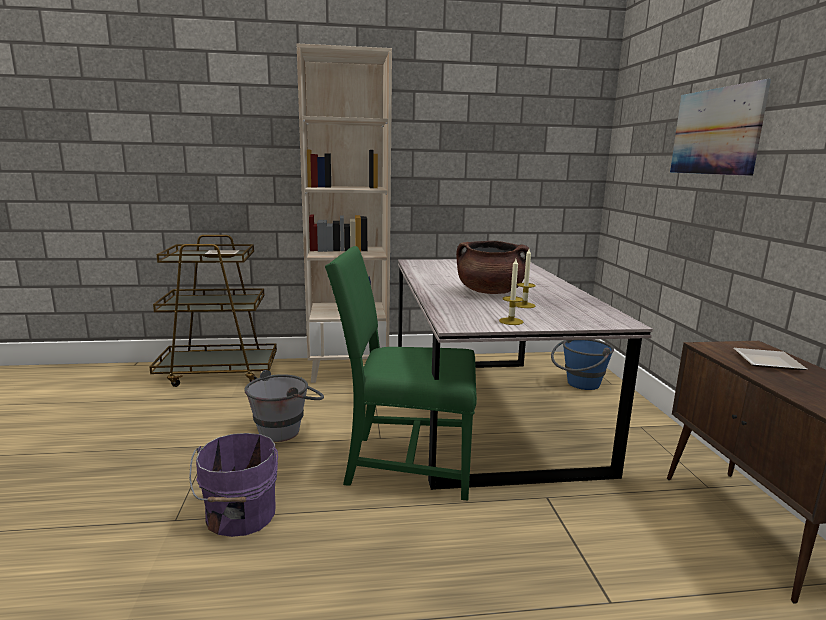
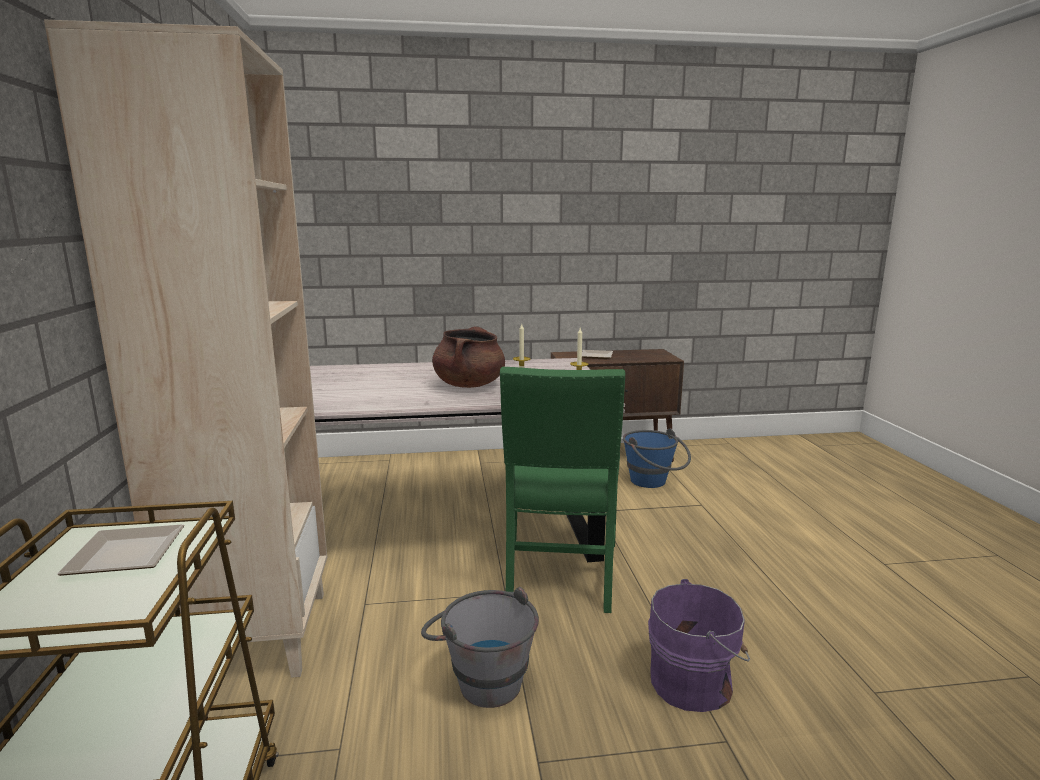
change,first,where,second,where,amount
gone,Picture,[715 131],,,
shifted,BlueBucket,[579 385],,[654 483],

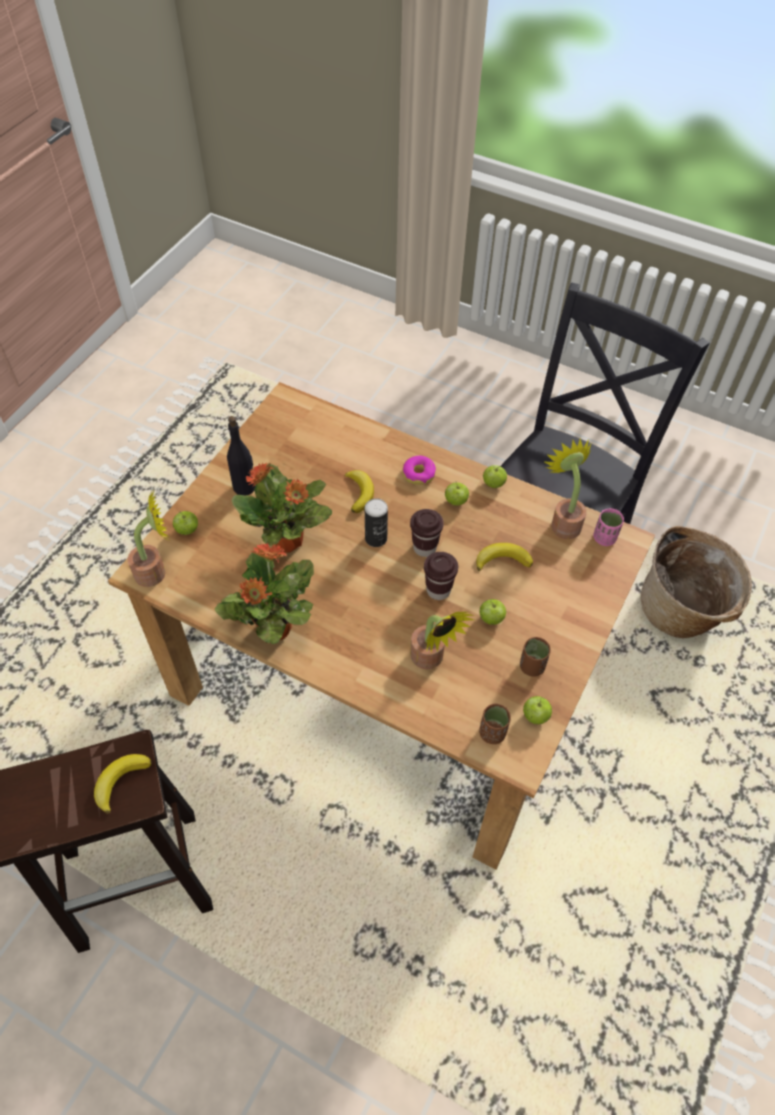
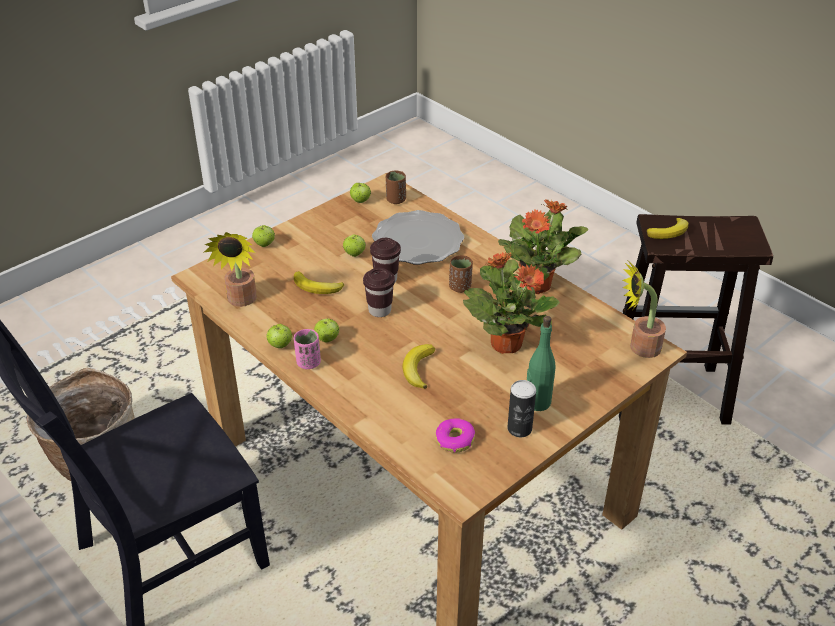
change,first,where,second,where,amount
shifted,Apple,[187 530],,[264 244],
shifted,Can,[376 538],,[519 429],
shifted,Donut,[419 474],,[454 440],
shifted,BrownCup,[531 666],,[460 287],
shifted,PinkCup,[604 538],,[308 363],
swapped,PottedPlant,[431 660],Plate,[417 242],
repainted,BlackBottle,[245 487],GreenBottle,[537 402],

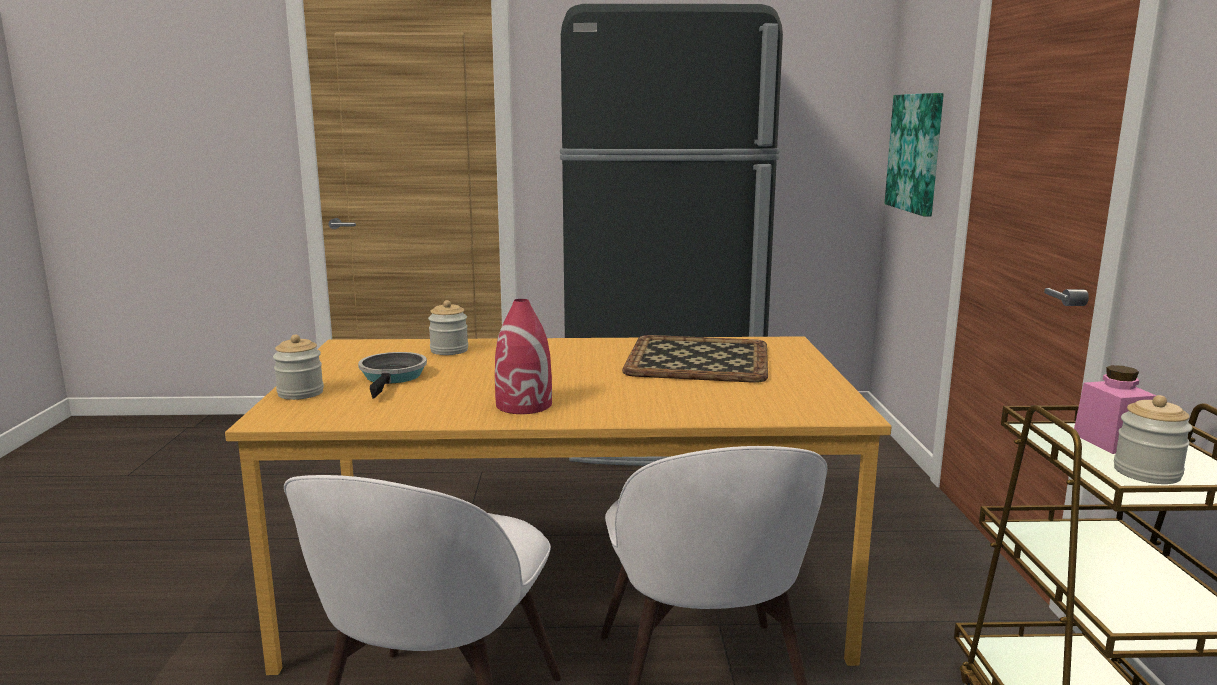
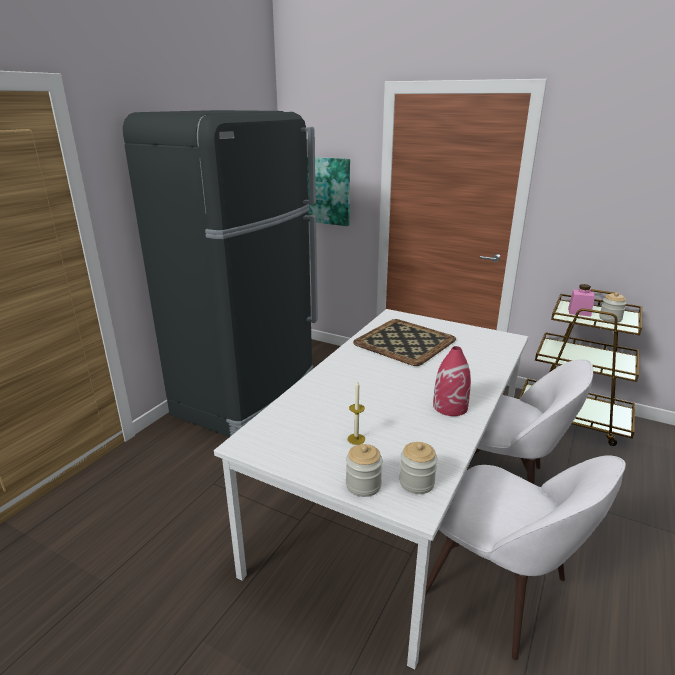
change,first,where,second,where,amount
shifted,Jar,[449 350],,[416 482],
swapped,FryingPan,[393 377],Candle,[356 439],
repainted,OrangeDiningTable,[569 586],WhiteDiningTable,[393 495],

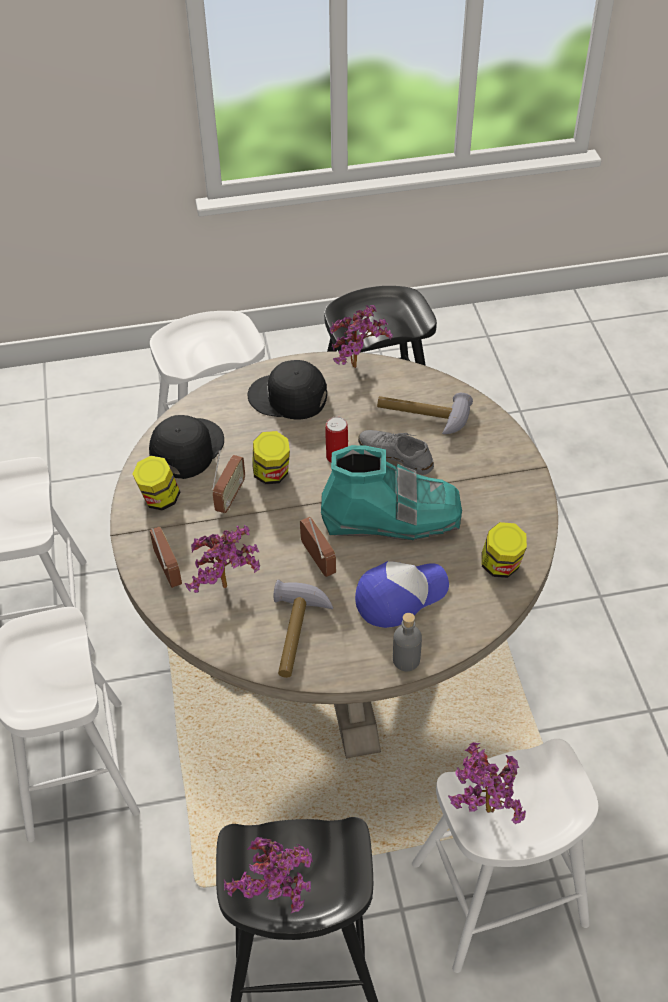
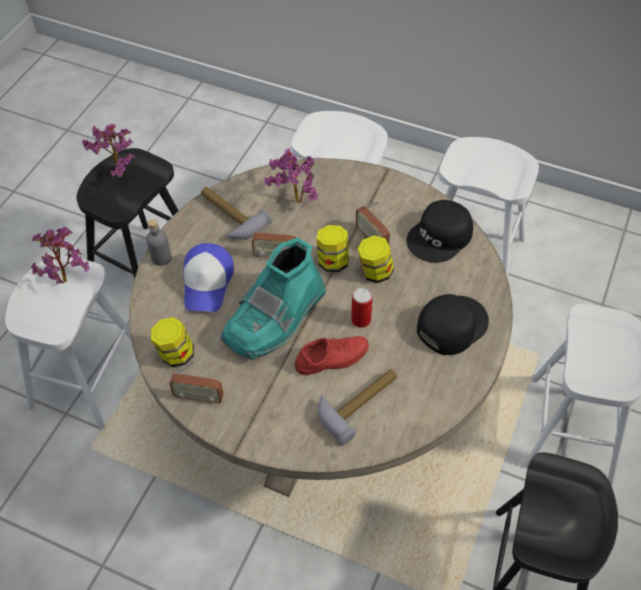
change,first,where,second,where,amount
gone,PottedPlant,[358 368],,,
shifted,Jar,[159 499],,[332 261],
shifted,Radio,[167 570],,[199 397],
repainted,GreyShoe,[396 455],RedShoe,[332 358],
rotated,BlackCap,[186 449],,[440 237],75 degrees clockwise

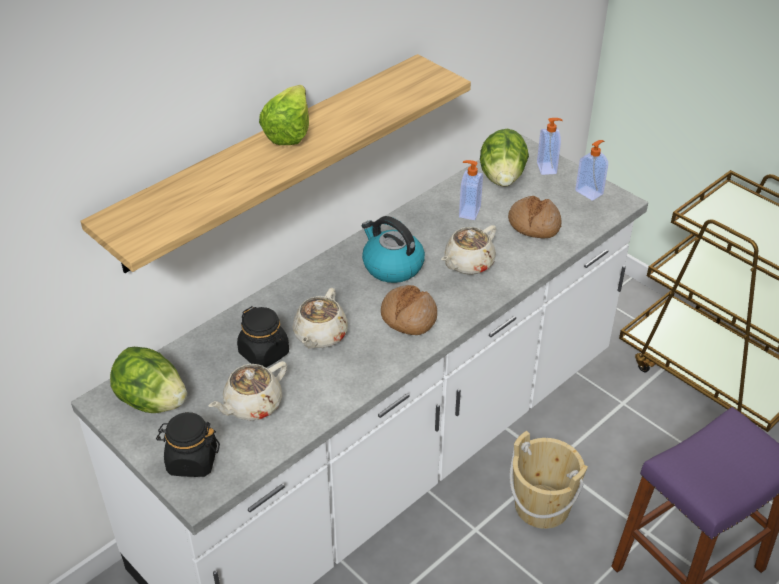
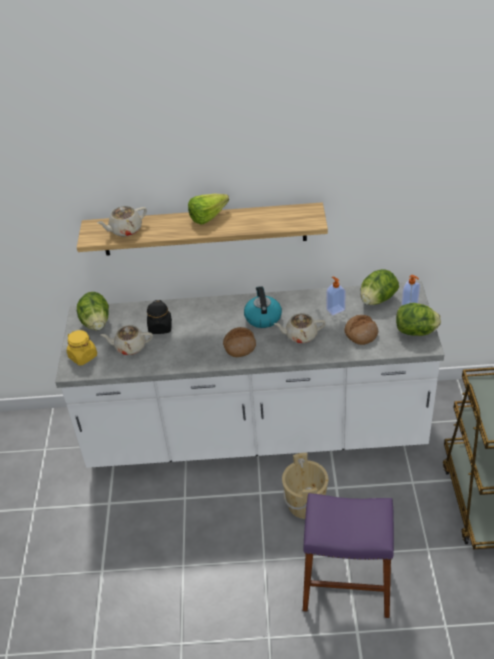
change,first,where,second,where,amount
shifted,BeigeTeapot,[320 335],,[125 230],
swapped,SoapDispenser,[589 192],Lettuce,[416 332],
repainted,BlackJar,[192 461],YellowJar,[83 356],

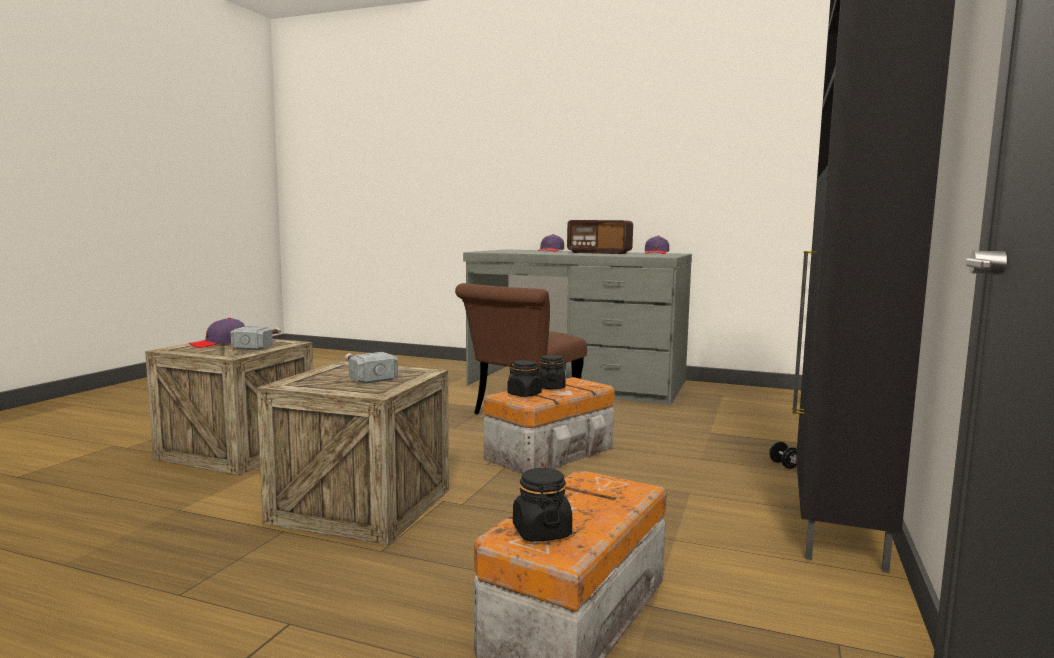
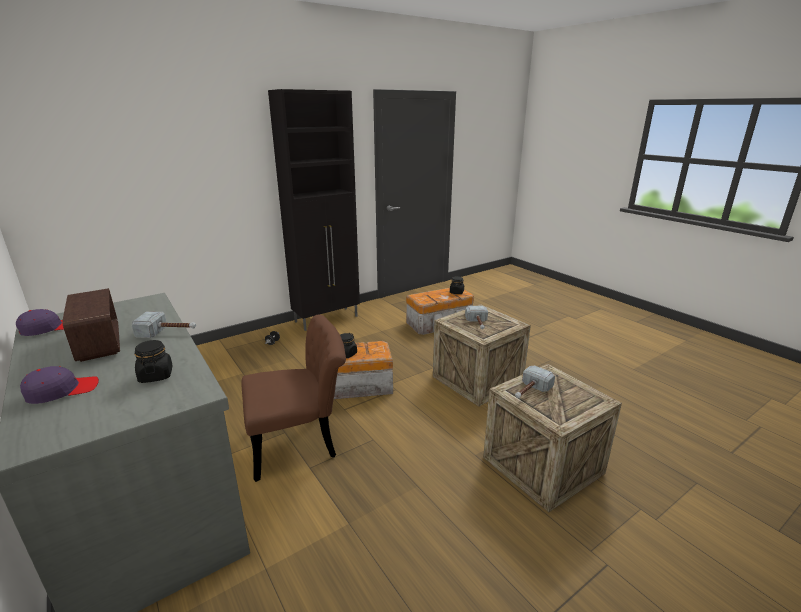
change,first,where,second,where,amount
gone,PurpleCap,[219 343],,,
new,,,Hammer,[168 332],
shifted,BlackJar,[524 394],,[156 375],

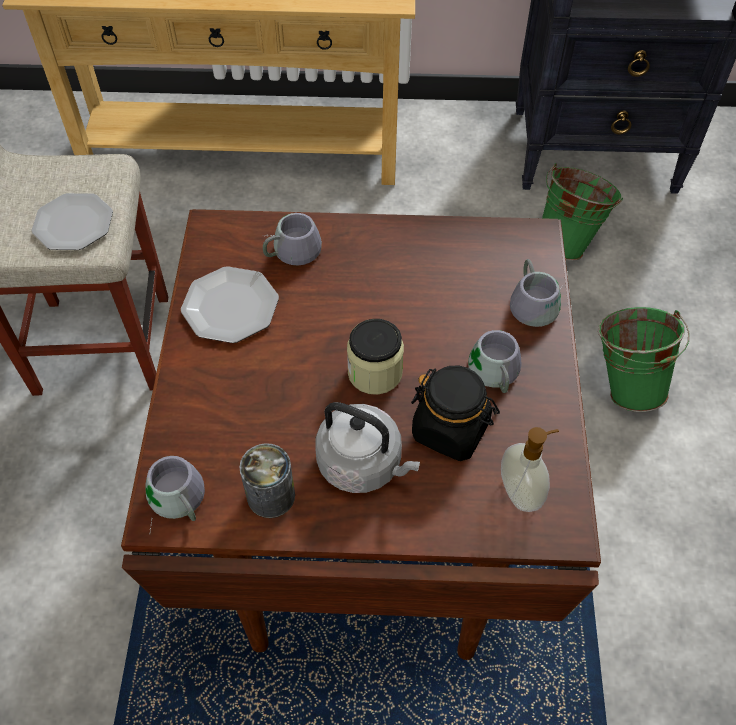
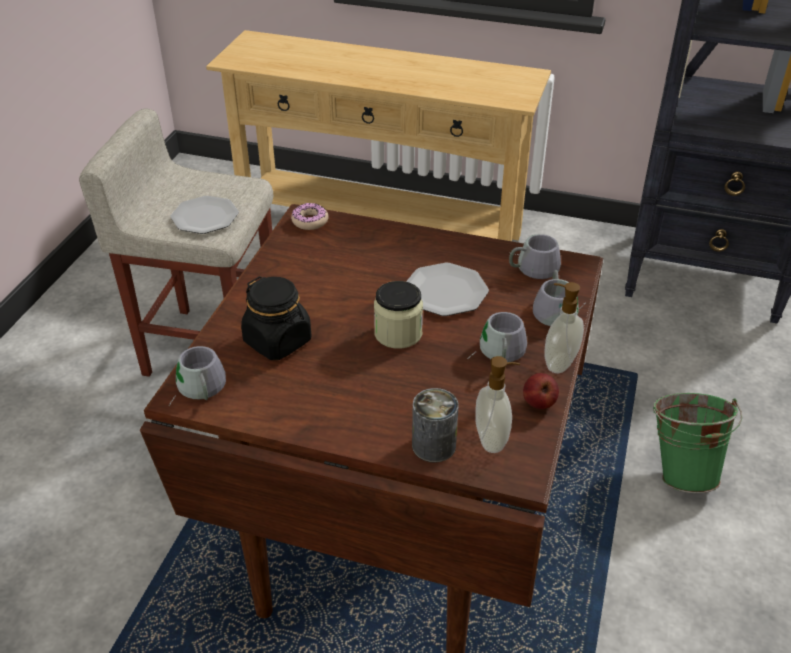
change,first,where,second,where,amount
gone,GreyKettle,[363 464],,,
gone,GreenBucket,[568 242],,,
new,,,Donut,[310 221],
new,,,Apple,[538 403],
new,,,SoapDispenser,[558 363],
shifted,Plate,[231 306],,[446 292],
shifted,Can,[271 496],,[434 445],
shifted,GreyMug,[289 248],,[530 266],
shifted,BlackJar,[451 429],,[278 341],

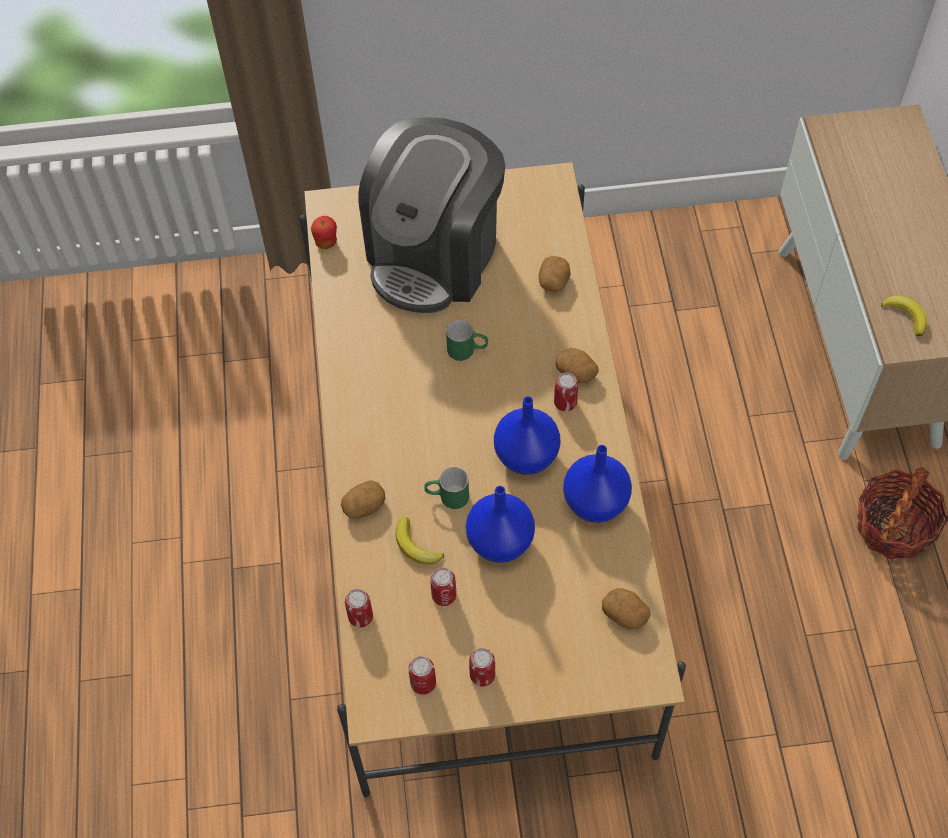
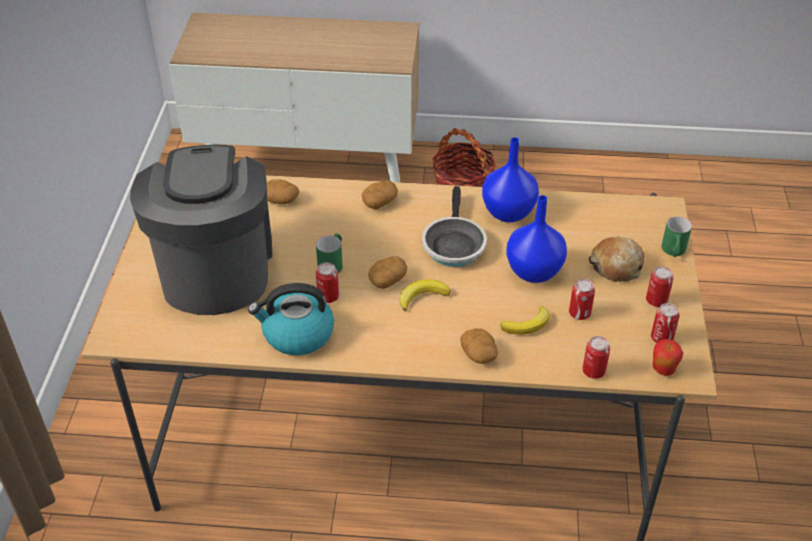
change,first,where,second,where,amount
new,,,Kettle,[297 334],
new,,,Bread,[616 266],
shifted,Apple,[326 243],,[663 369],
shifted,GreenMug,[447 496],,[673 252],
shifted,Can,[565 403],,[328 296],
shifted,Potato,[625 614],,[387 280],
shifted,Banana,[906 316],,[422 296],
swapped,BlueVase,[525 455],FryingPan,[453 244],
rotated,CoffeeMachine,[435 254],,[215 268],135 degrees counterclockwise

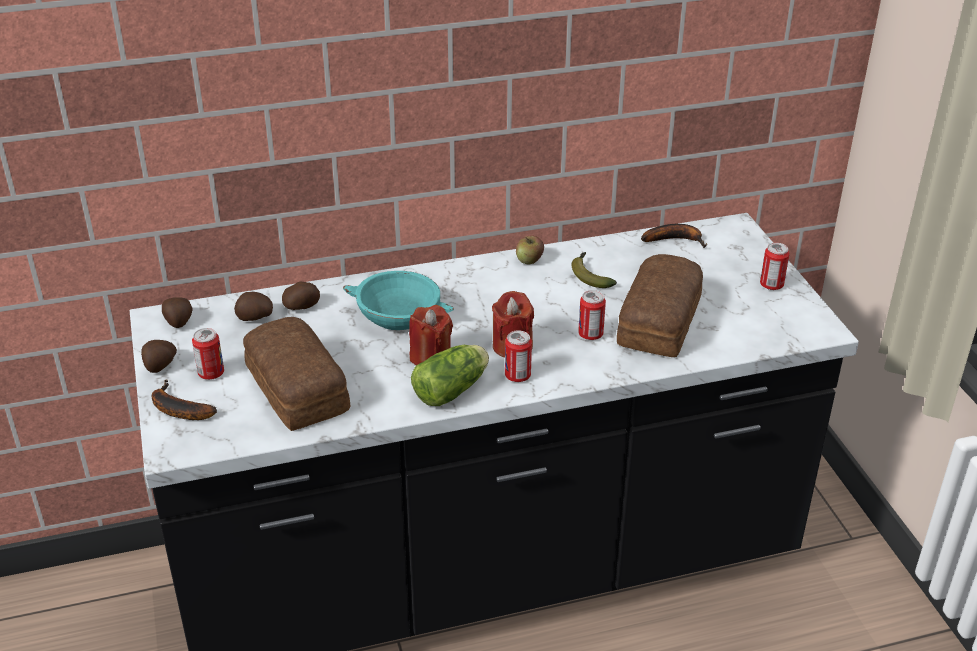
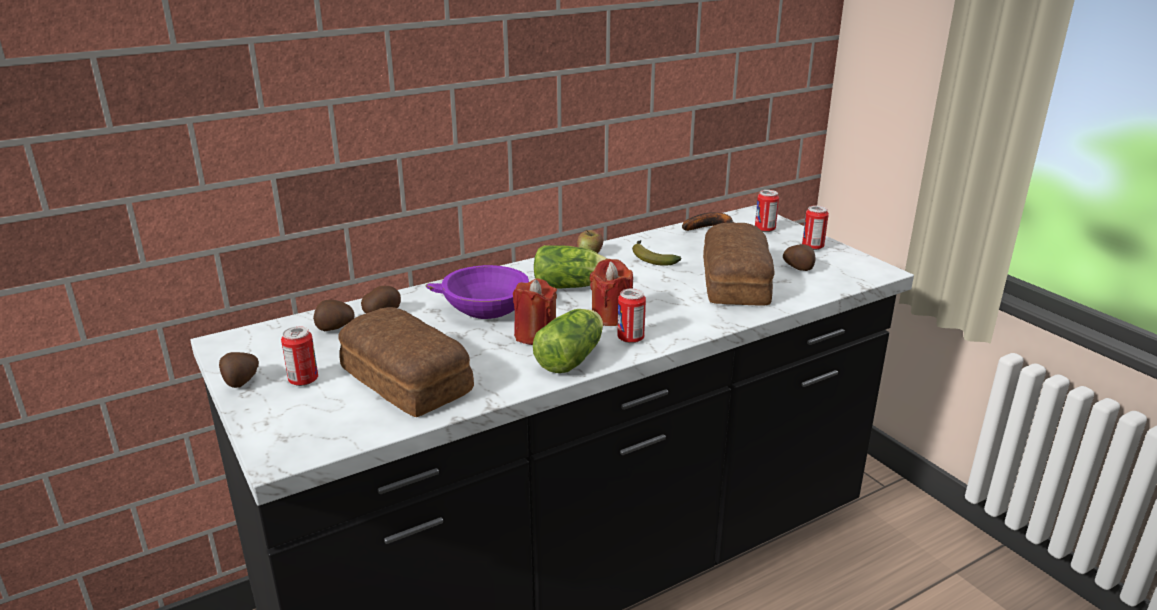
change,first,where,second,where,amount
gone,Banana,[177 409],,,
new,,,Lettuce,[572 286],
shifted,Potato,[178 322],,[799 268],
shifted,Can,[590 334],,[765 229],
repainted,TurquoiseBowl,[400 316],PurpleBowl,[487 308],

